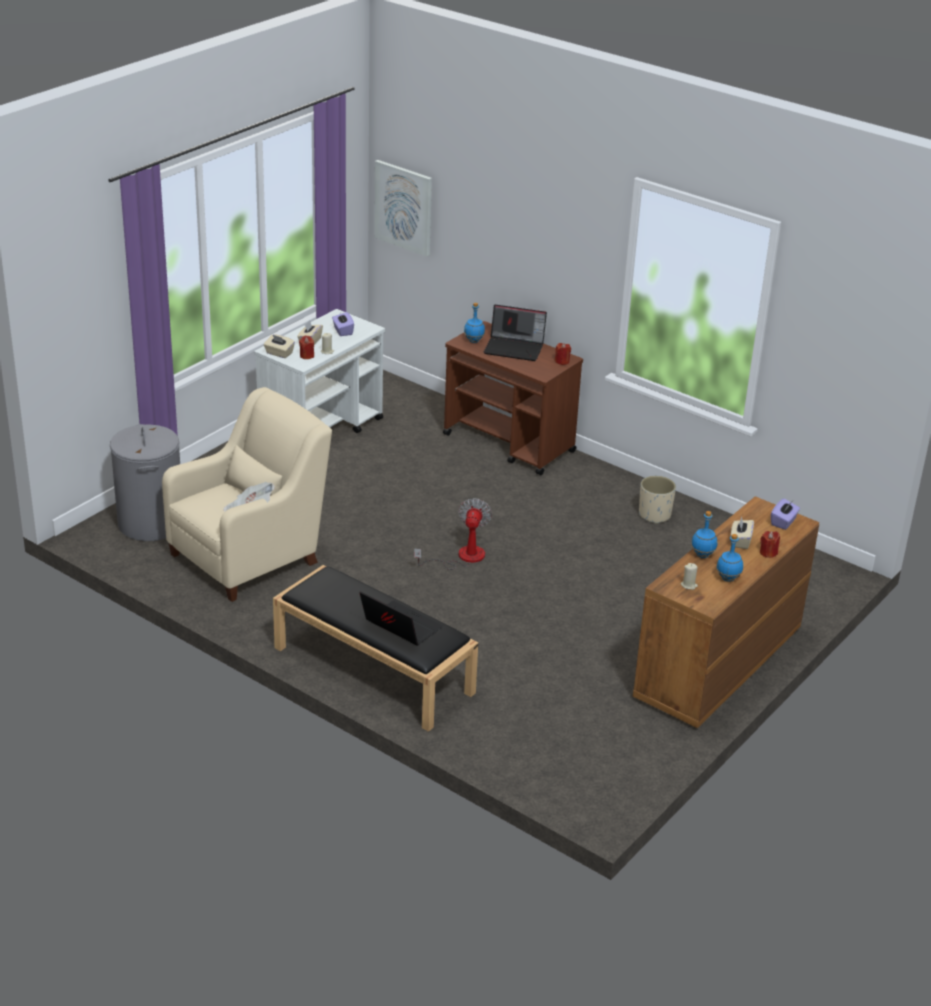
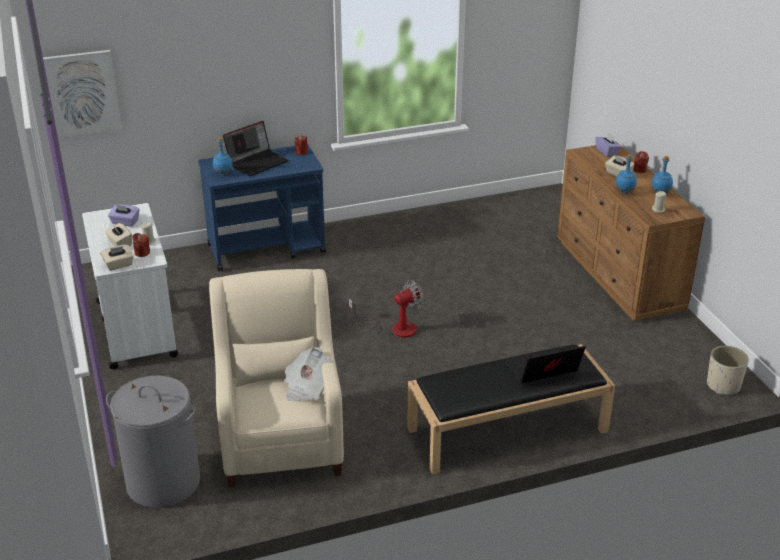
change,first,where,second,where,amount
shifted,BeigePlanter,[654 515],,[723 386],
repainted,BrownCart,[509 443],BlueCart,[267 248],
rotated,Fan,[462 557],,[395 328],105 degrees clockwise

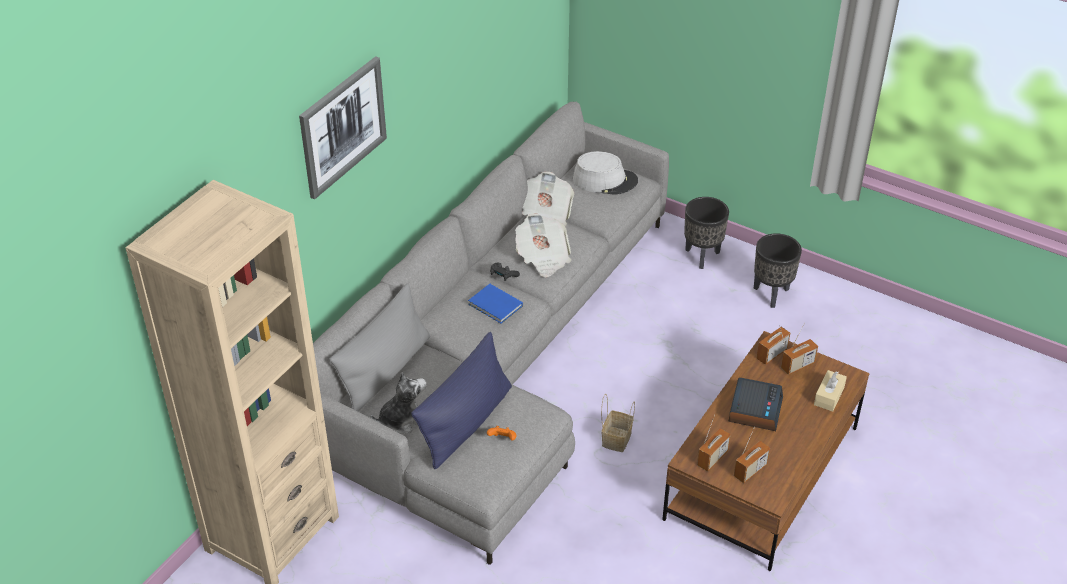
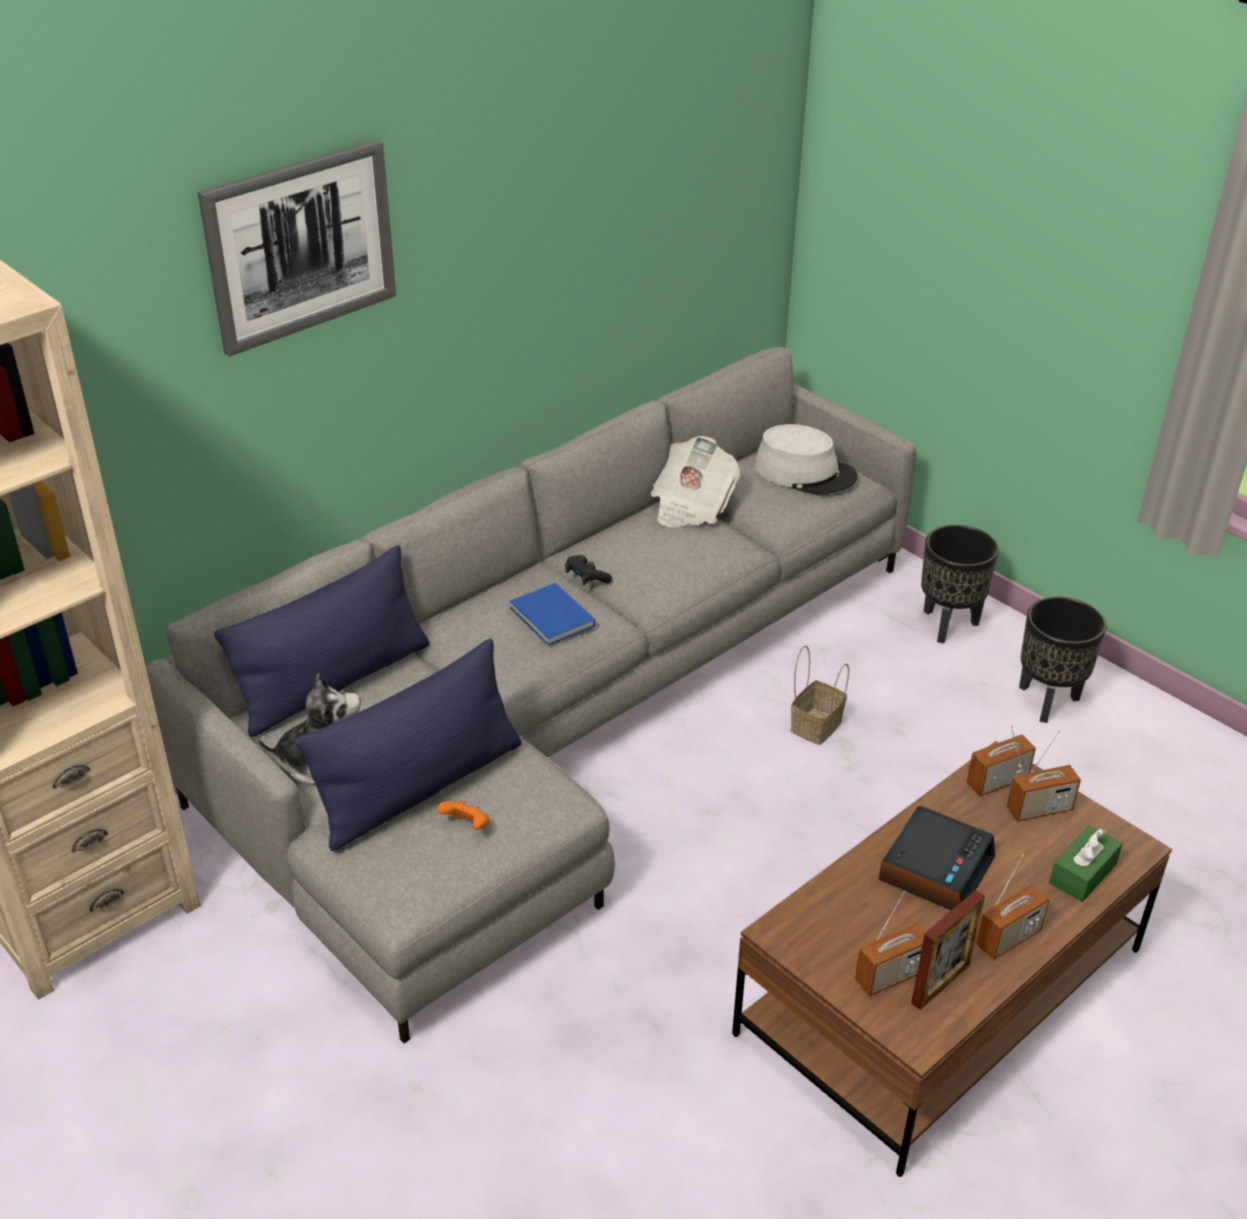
change,first,where,second,where,amount
gone,Newspaper,[543 257],,,
new,,,PictureFrame,[940 984],
shifted,Basket,[616 438],,[816 725],
shifted,Radio,[712 458],,[1008 938],
repainted,GreyPillow,[385 371],BluePillow,[334 682],
repainted,BeigeTissueBox,[829 396],GreenTissueBox,[1082 873],

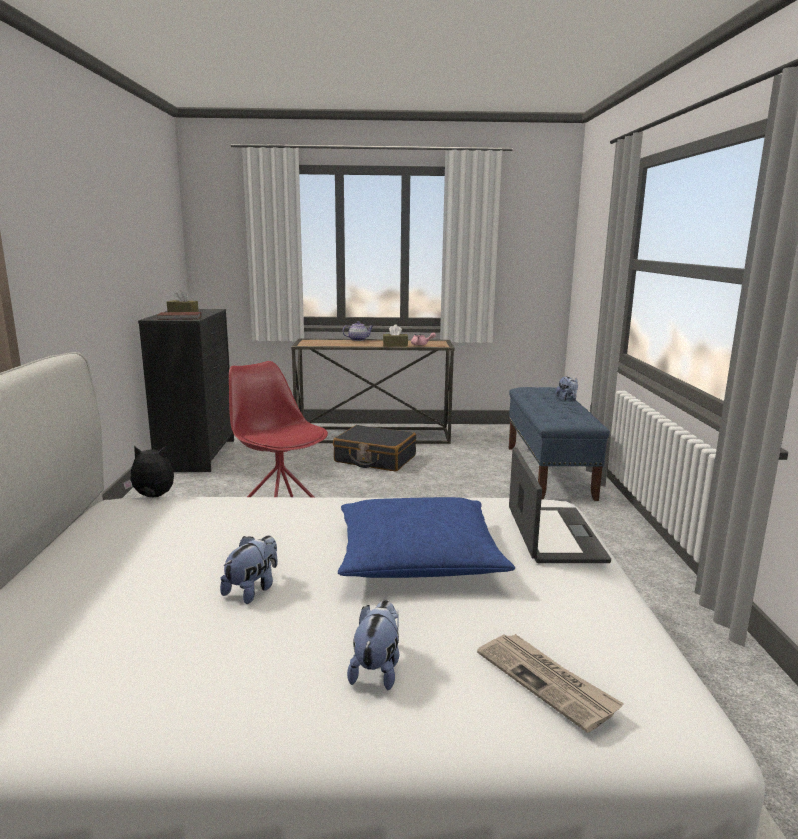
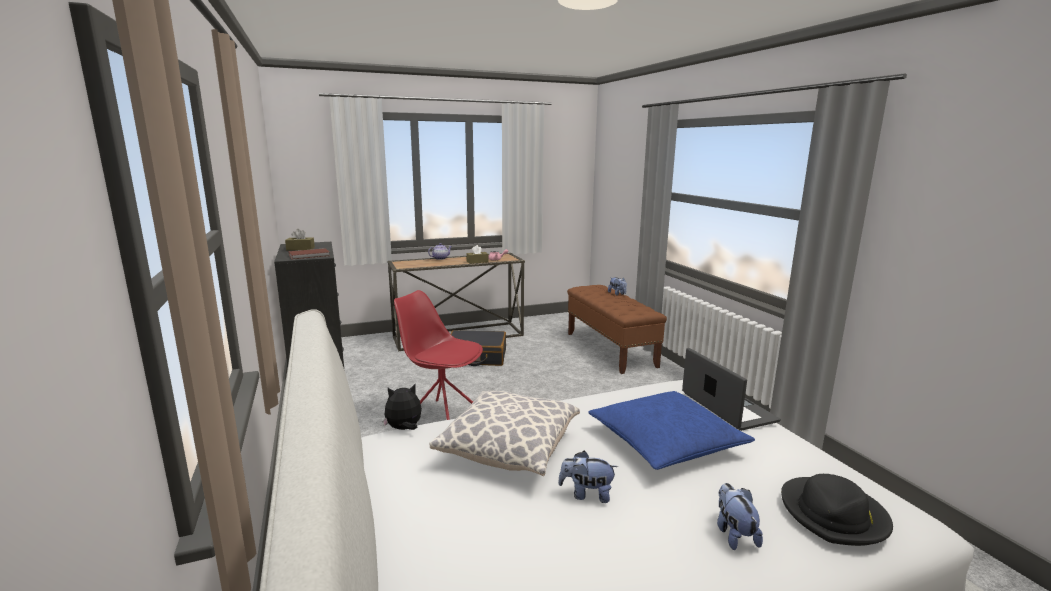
change,first,where,second,where,amount
new,,,Pillow,[509 450],
swapped,Newspaper,[547 682],BlackHat,[834 515],
repainted,BlueBench,[549 471],BrownBench,[610 349],
rotated,PlushToy,[253 590],,[586 494],90 degrees counterclockwise

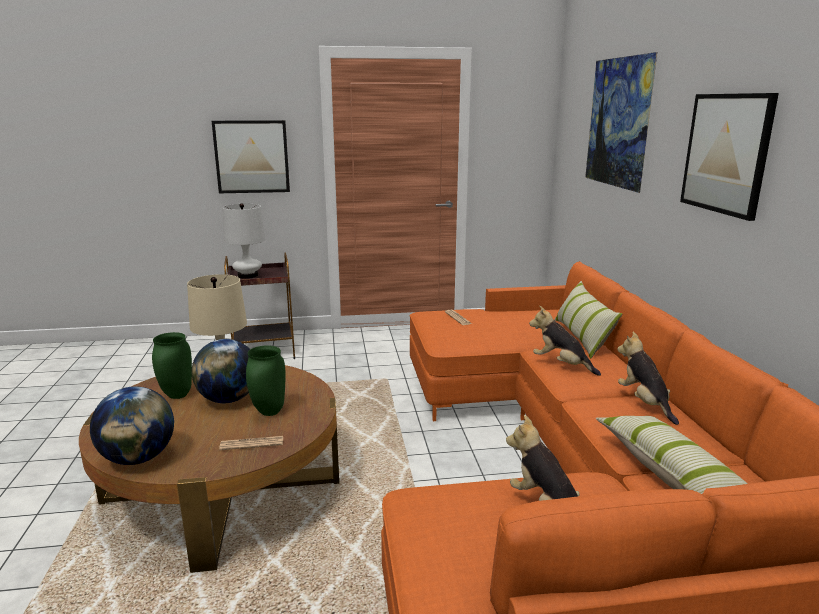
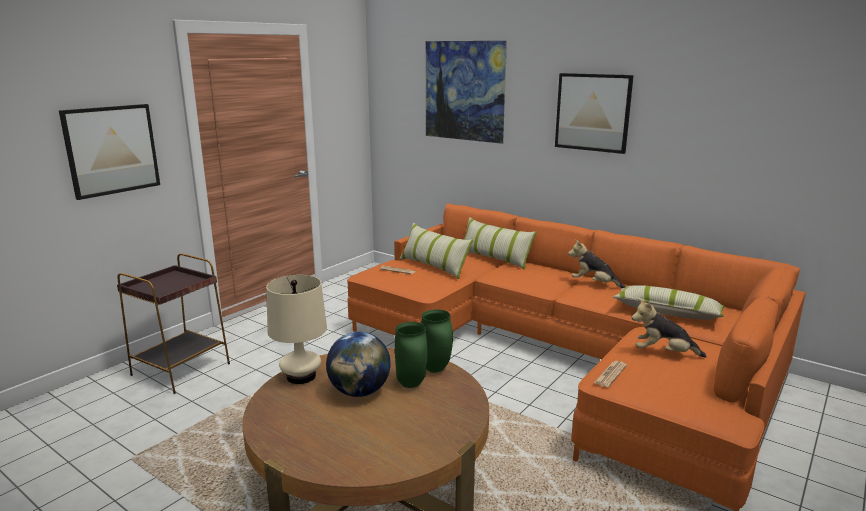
change,first,where,second,where,amount
gone,Globe,[138 458],,,
gone,WhiteTableLamp,[248 275],,,
gone,PlushToy,[561 365],,,
new,,,Pillow,[434 266],
shifted,GreenVase,[178 395],,[436 369],
shifted,Newspaper,[252 444],,[610 374],

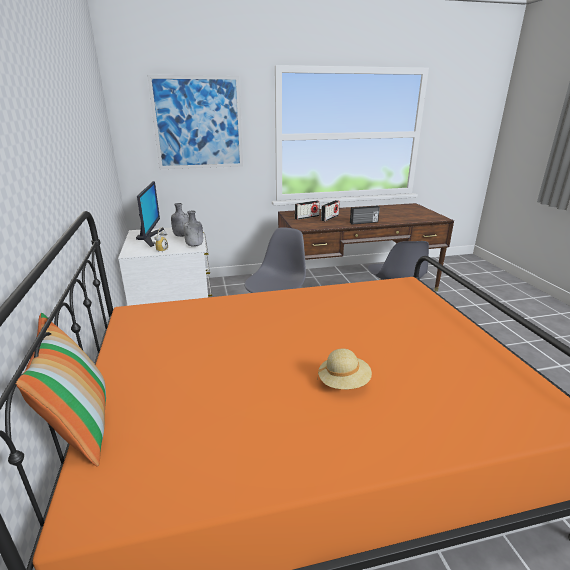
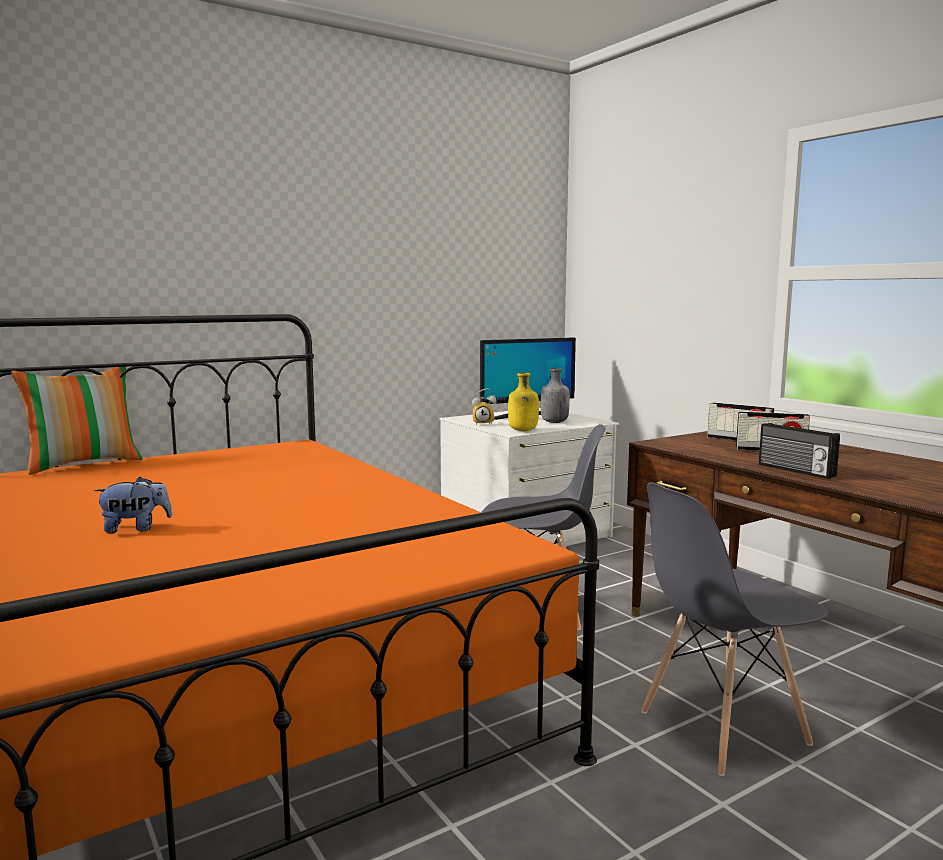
change,first,where,second,where,amount
gone,Picture,[198 123],,,
swapped,BeigeHat,[343 382],PlushToy,[136 528],
repainted,GreyBottle,[195 245],YellowBottle,[523 430],

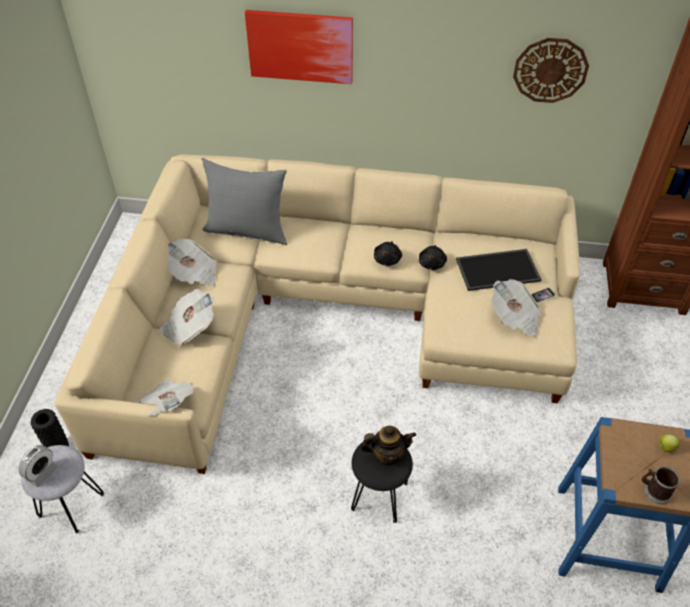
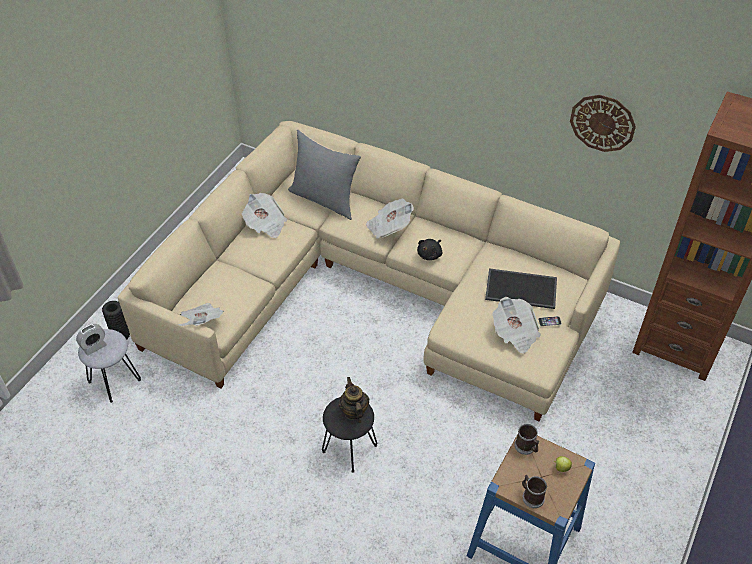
change,first,where,second,where,amount
gone,Picture,[300 46],,,
gone,BlackPlushToy,[432 263],,,
new,,,Mug,[526 447],
shifted,Newspaper,[189 327],,[389 227],
rotated,Teapot,[387 454],,[354 411],120 degrees counterclockwise

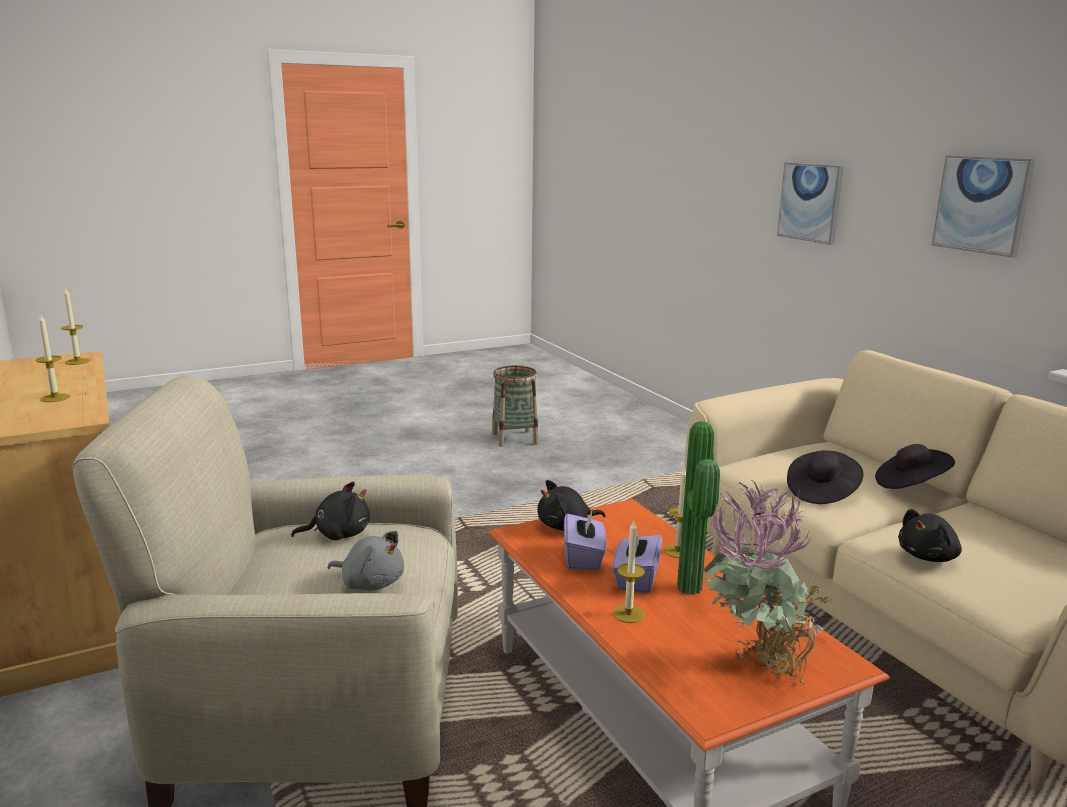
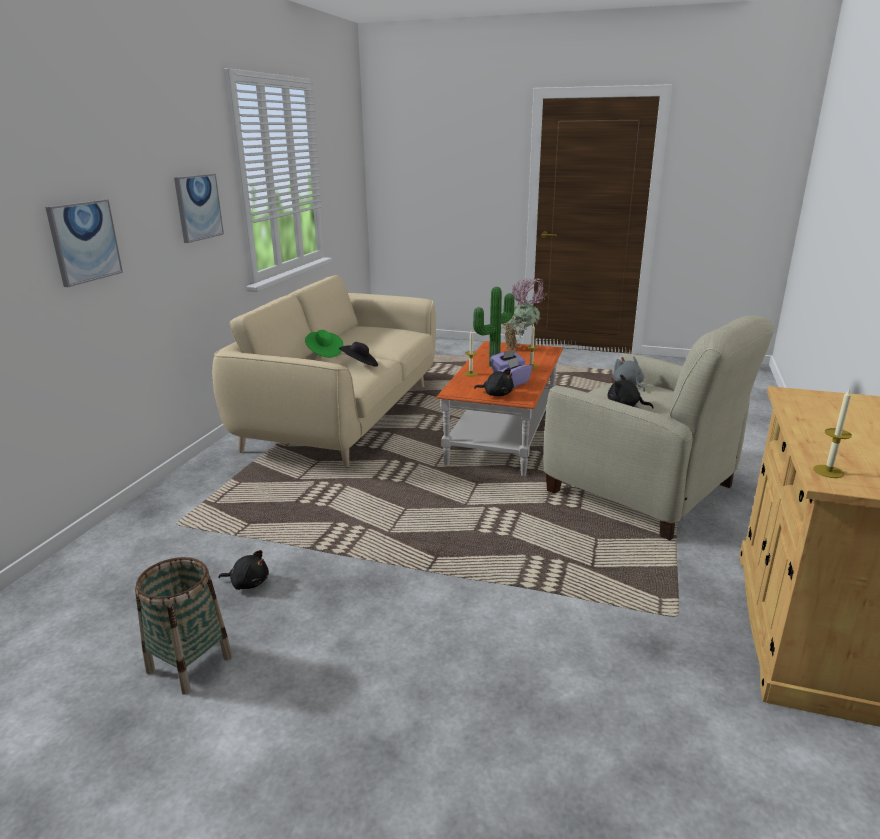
change,first,where,second,where,amount
gone,Candle,[55 398],,,
shifted,BlackPlushToy,[928 556],,[248 583],
repainted,BlackHat,[910 485],GreenHat,[324 353],

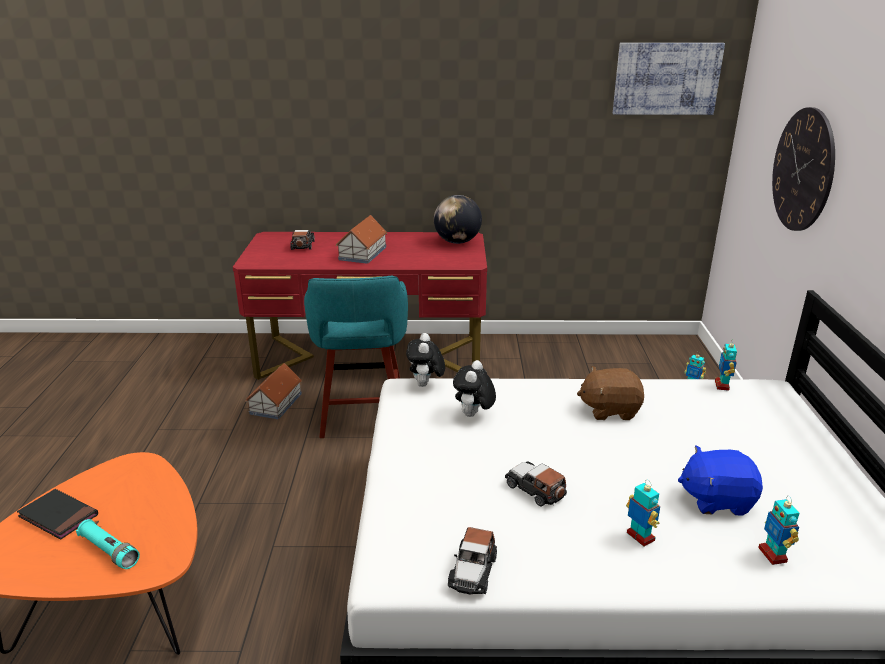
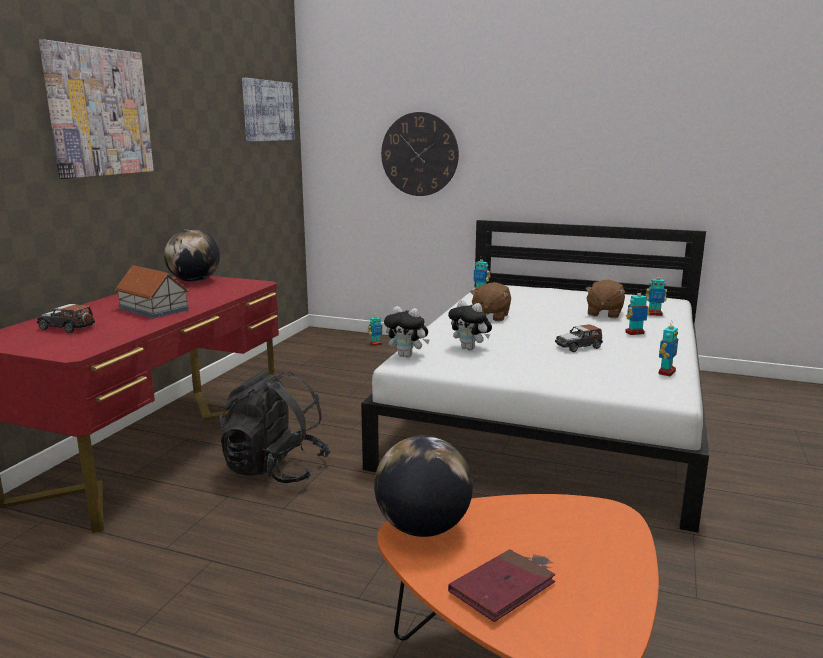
change,first,where,second,where,amount
gone,TurquoiseFlashlight,[109 551],,,
gone,ToyHouse,[276 403],,,
new,,,Picture,[99 112],
new,,,Globe,[423 528],
swapped,TurquoiseStool,[362 415],BlackBackpack,[275 469],
swapped,ToyCar,[473 571],ToyRobot,[666 372],
repainted,BlackBook,[59 516],RedBook,[502 588],
repainted,BluePlushToy,[716 499],BrownPlushToy,[604 313],

